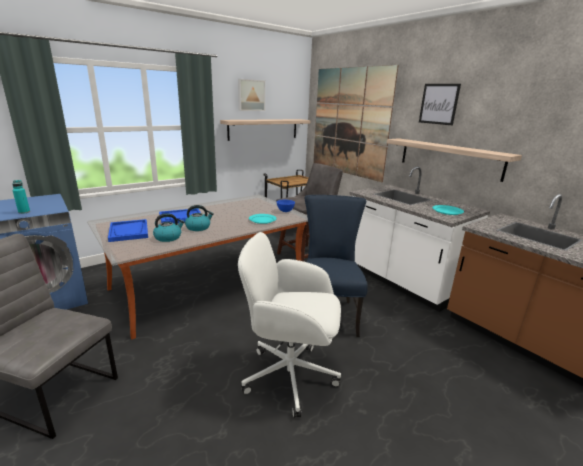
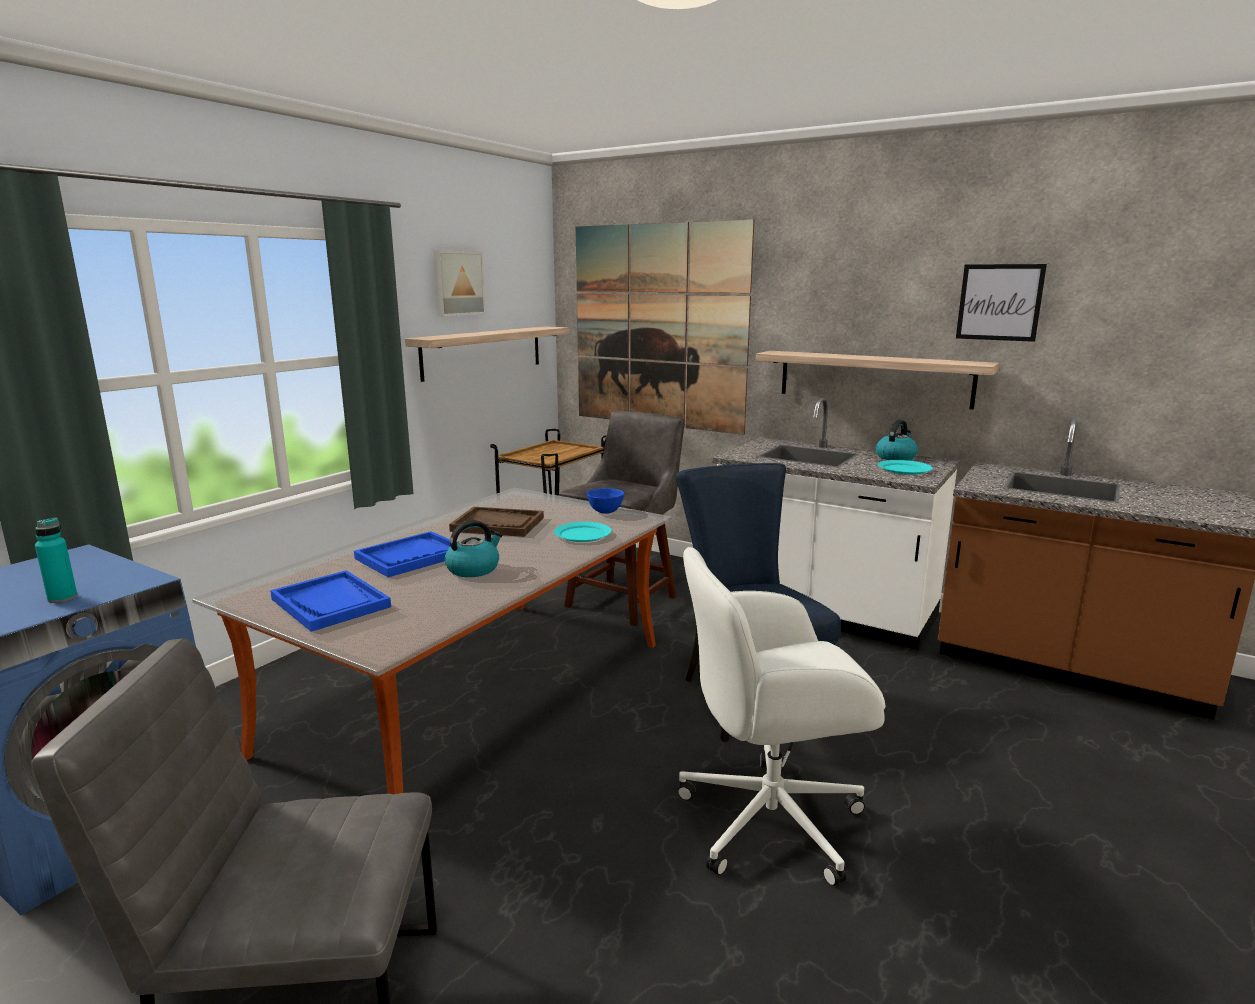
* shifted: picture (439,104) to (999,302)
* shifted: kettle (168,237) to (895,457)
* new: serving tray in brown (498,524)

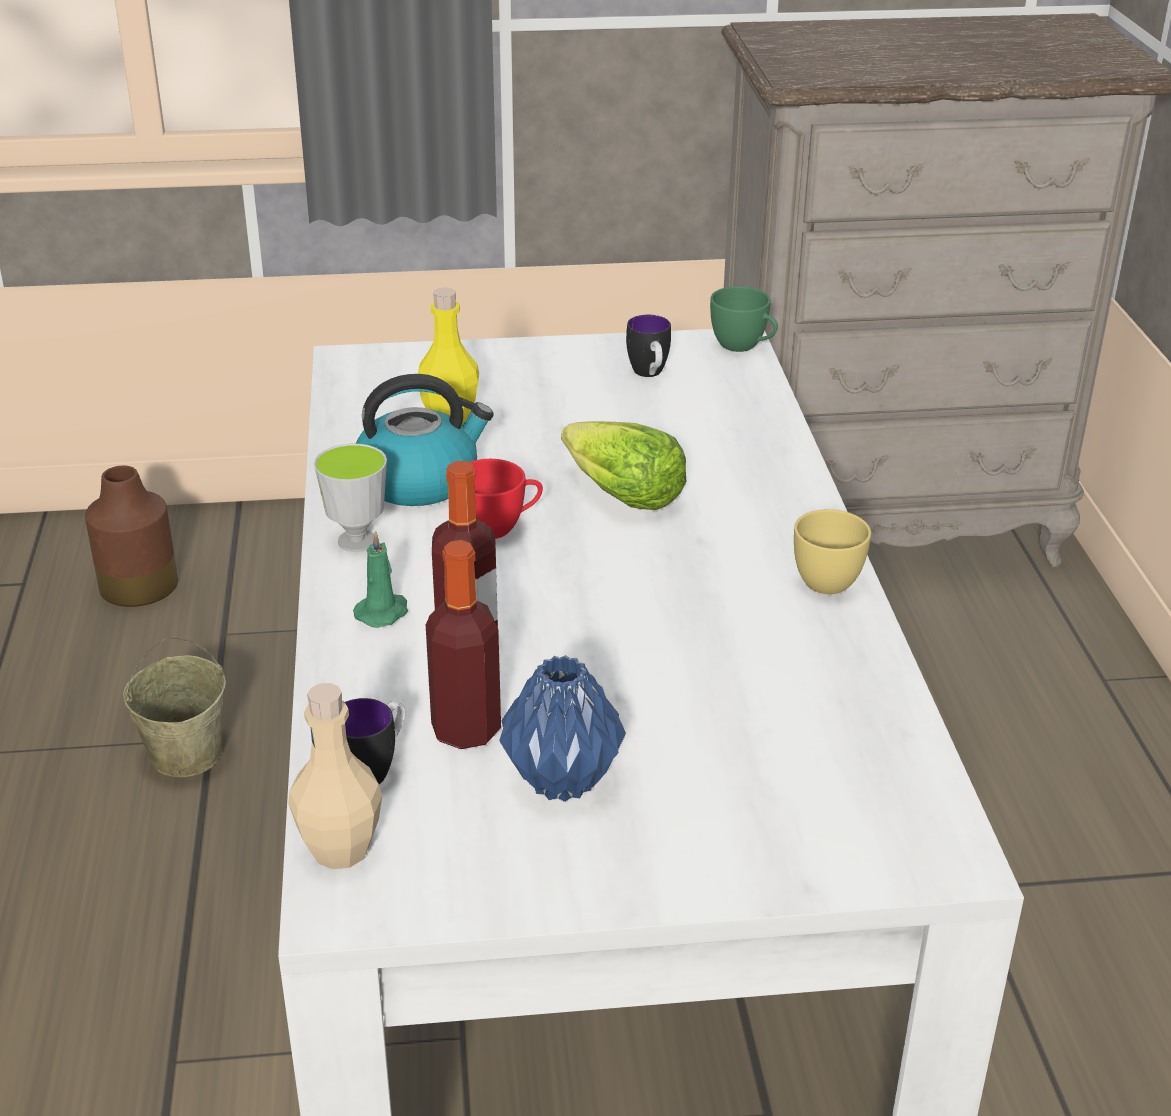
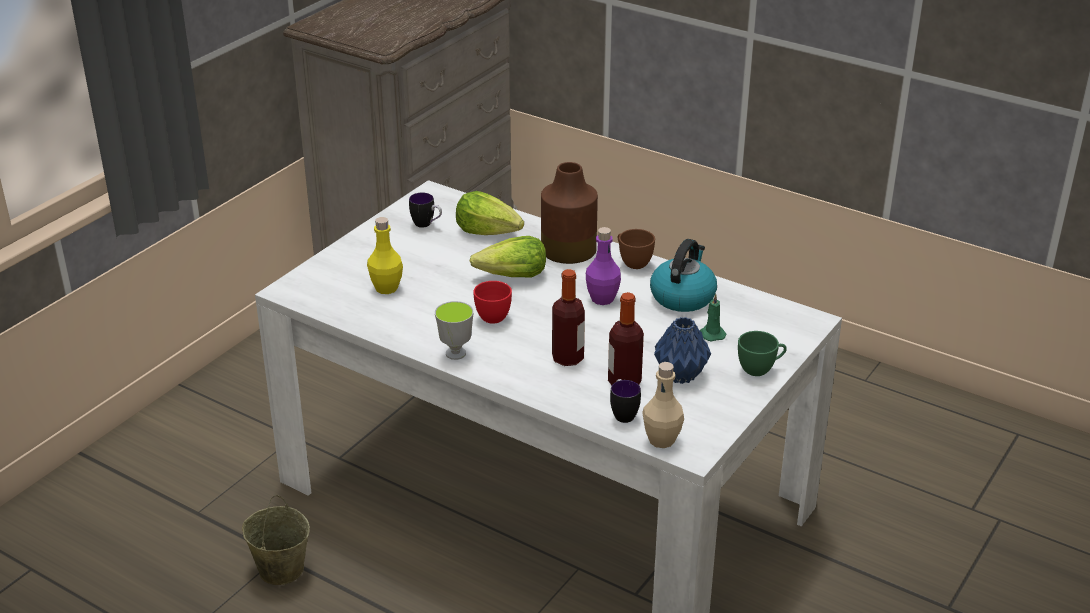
* shifted: small cup in green (743,347) to (760,369)
* shifted: kettle (419,480) to (682,296)
* shifted: vase in brown (138,583) to (567,248)
* repainted: small cup in yellow-coloured (827,577) to small cup in brown (632,262)
* shifted: wax light in green (383,612) to (712,334)
* new: lettuce head (488,231)
* new: drink bottle in purple-coloured (602,299)

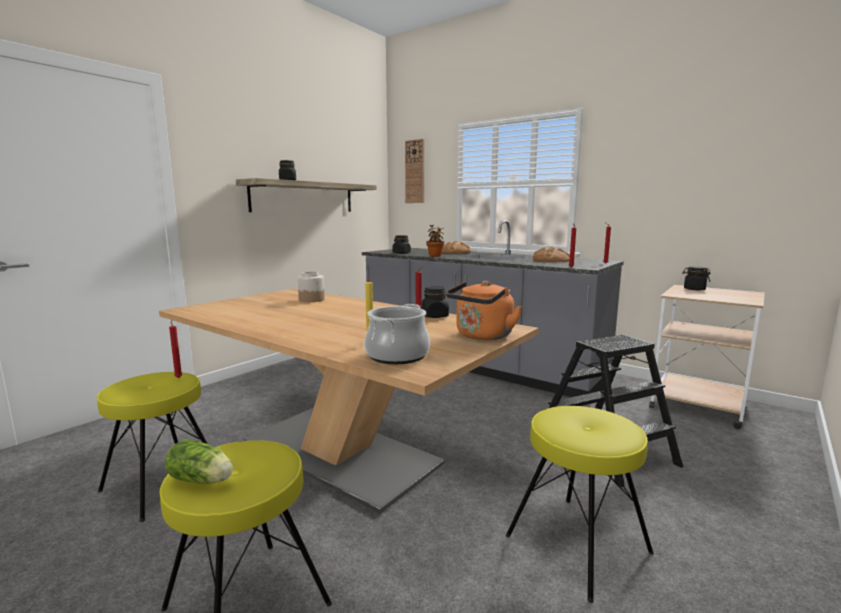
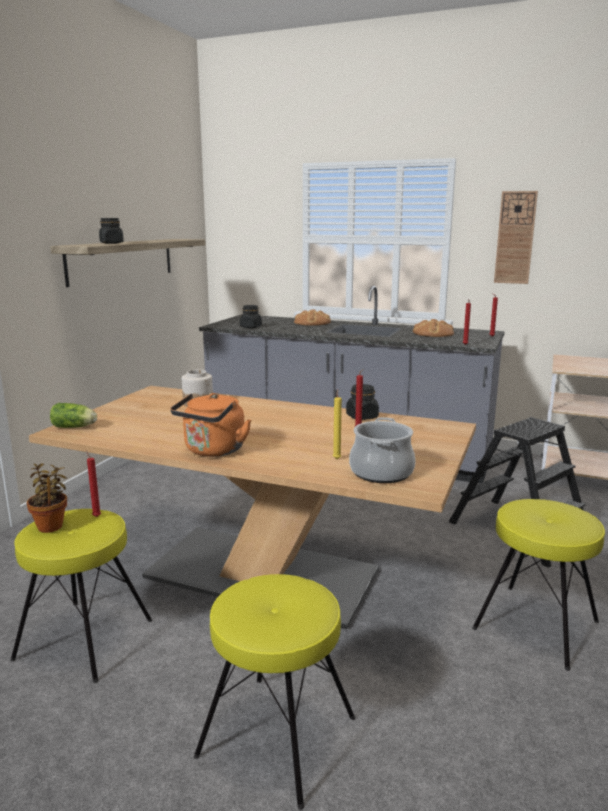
* shifted: wall clock (415,171) to (515,238)
* shifted: plant in a pot (435,256) to (51,525)
* gone: jar in black-coloured (694,289)
* shifted: kettle in orange-coloured (482,336) to (213,451)
* shifted: lettuce head (203,480) to (75,427)

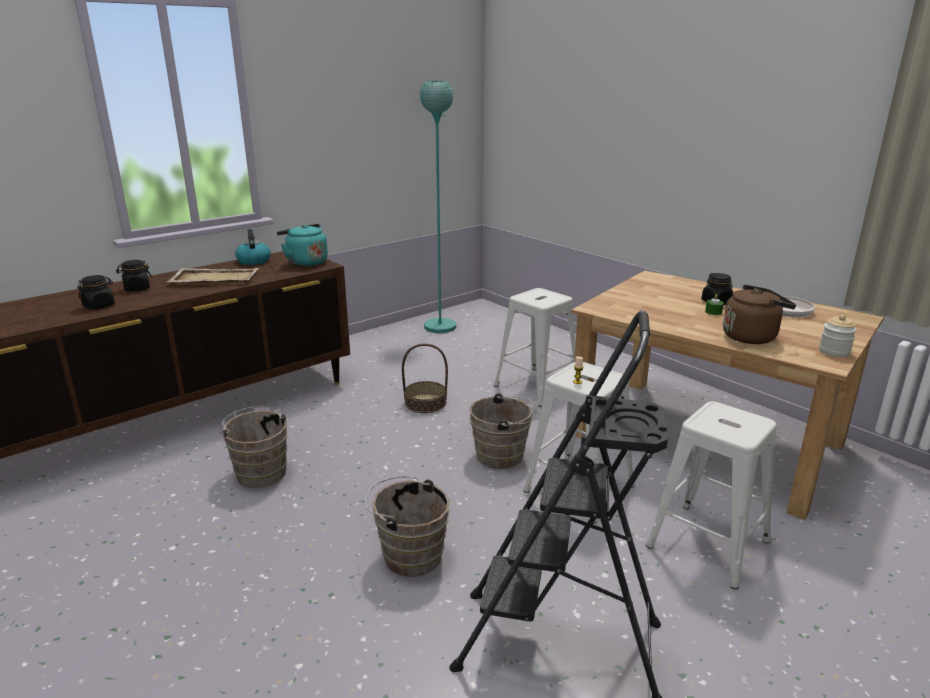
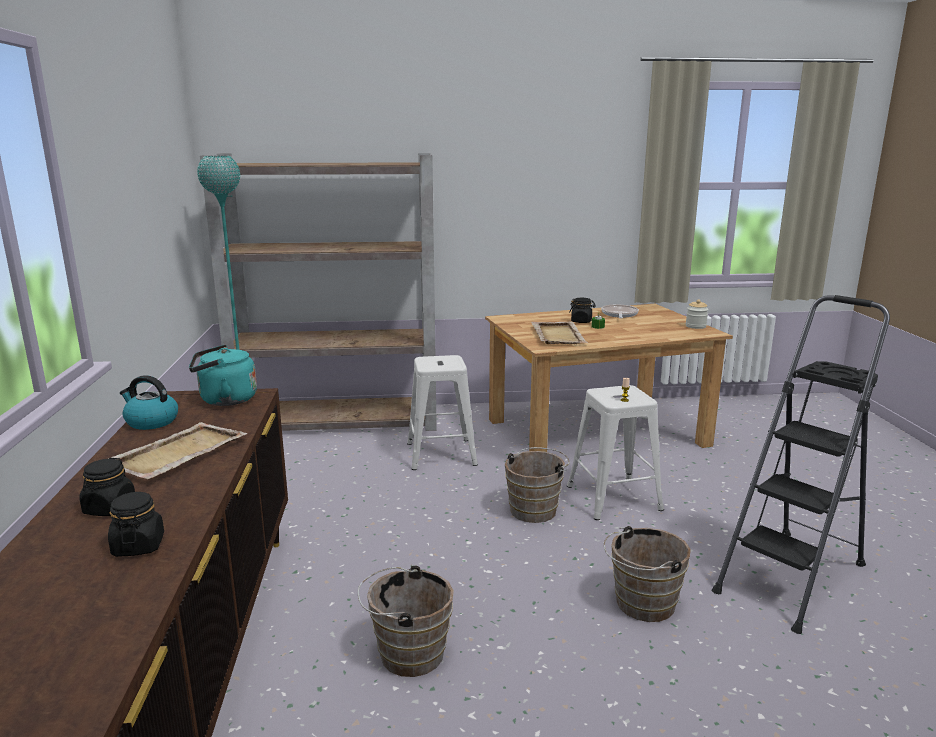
* gone: kettle in brown (752,337)
* gone: household basket (425,403)
* gone: sitting stool in white-coloured (708,544)
* new: bookshelf in brown (338,420)
* new: serving tray in sand-coloured (557,335)

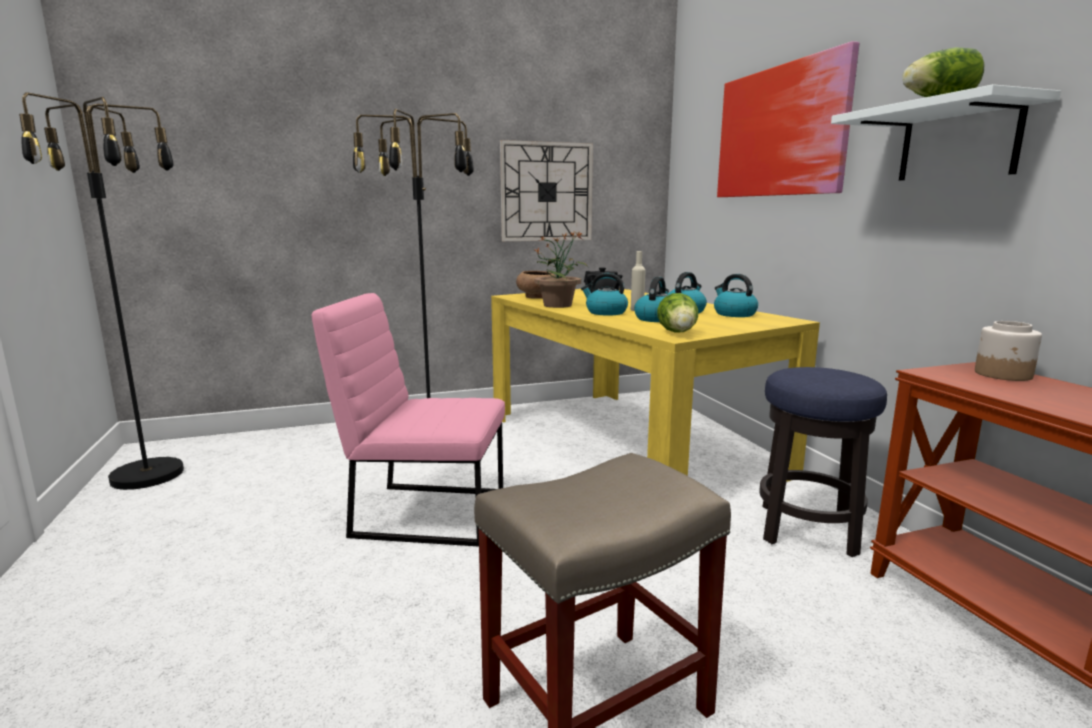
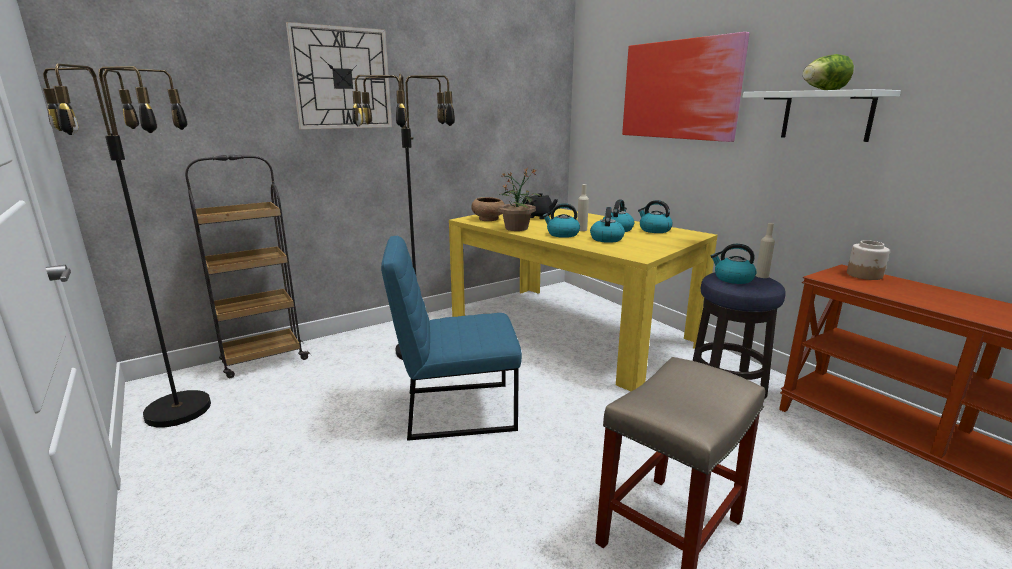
* shifted: wall clock (546,192) to (342,78)
* repainted: plain chair in pinkish (425,513) to plain chair in blue-coloured (456,410)
* gone: lettuce head (678,333)
* new: wheeled cart in brown (264,361)
* new: drink bottle in sand-coloured (761,276)
* new: kettle (732,279)

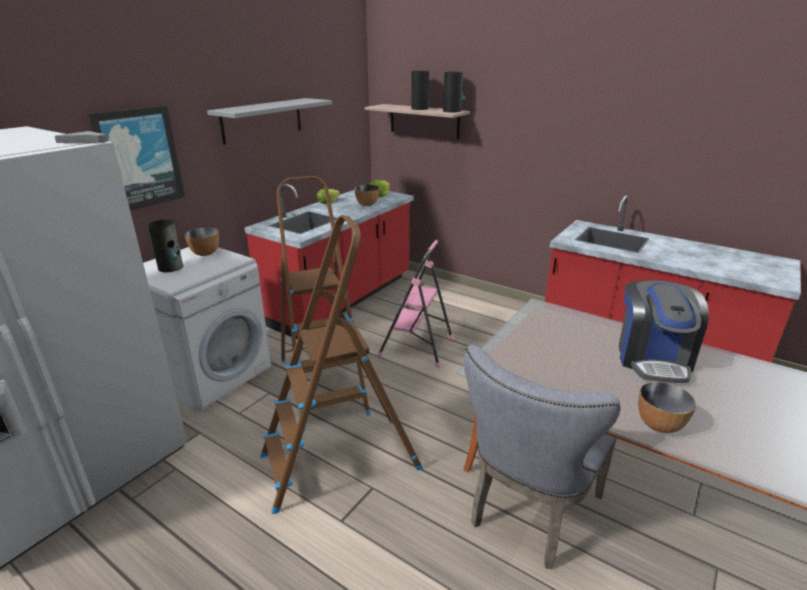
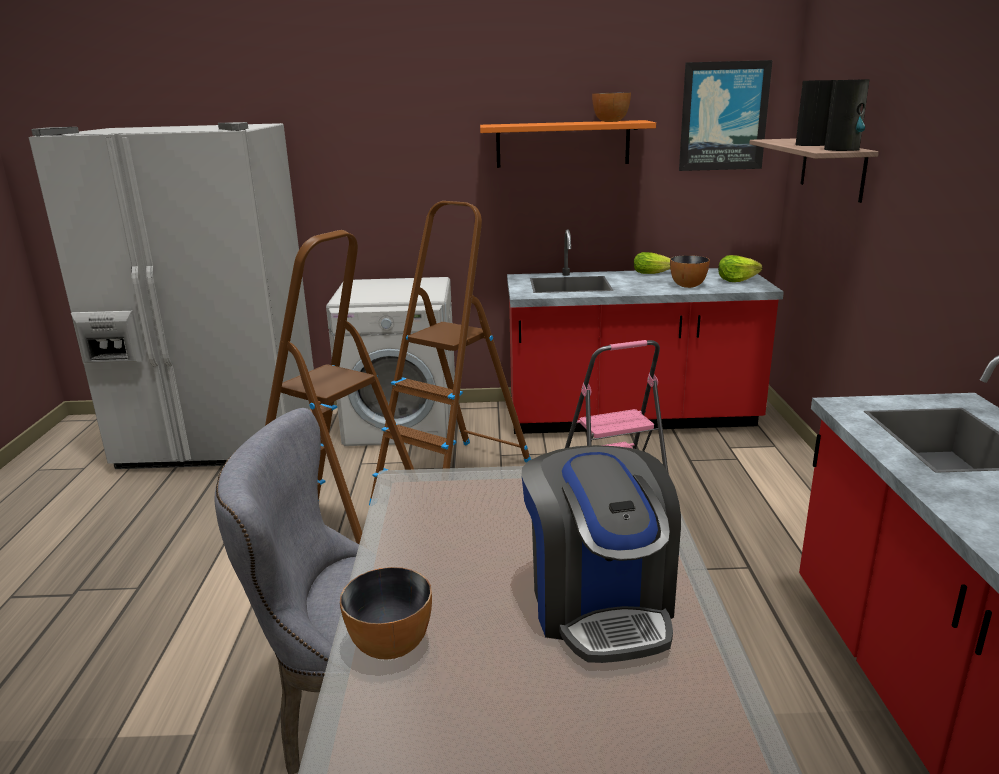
* repainted: shelf in greyish (262,120) to shelf in orange-coloured (562,144)
* shifted: picture (139,158) to (723,116)
* gone: vase (171,267)
* shifted: bowl (205,253) to (610,121)
* rotated: coffee maker (652,359) = (599,604) 75 degrees counterclockwise

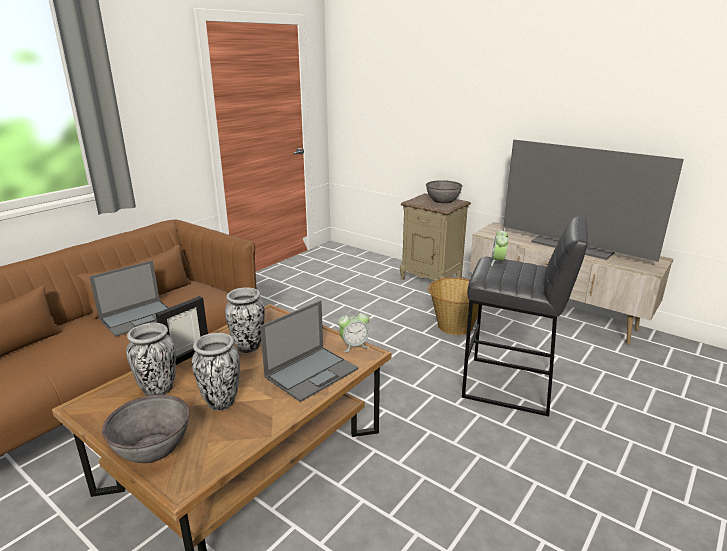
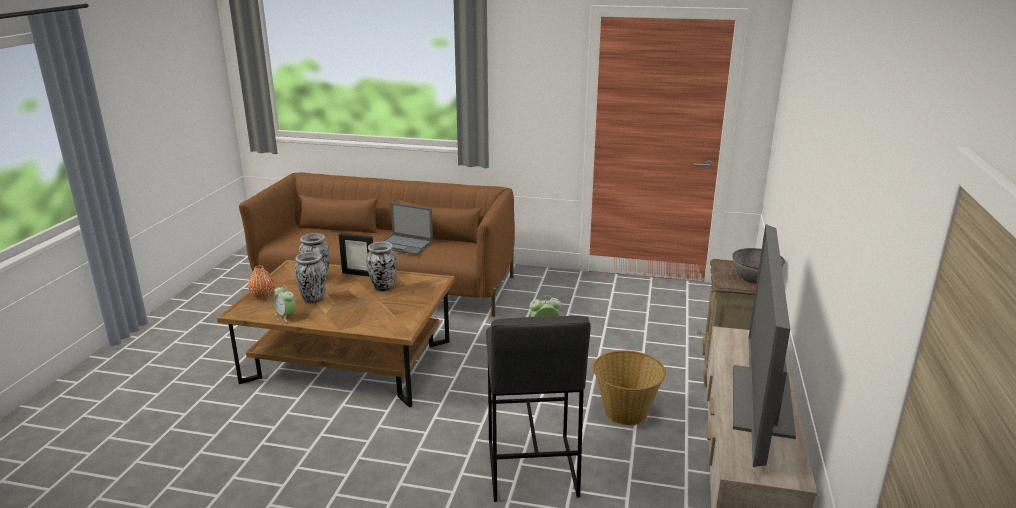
* gone: portable computer (312,372)
* shifted: alarm clock (354,346) to (286,315)
* swapped: bowl in greyish (152,448) to vase in orange-coloured (262,295)

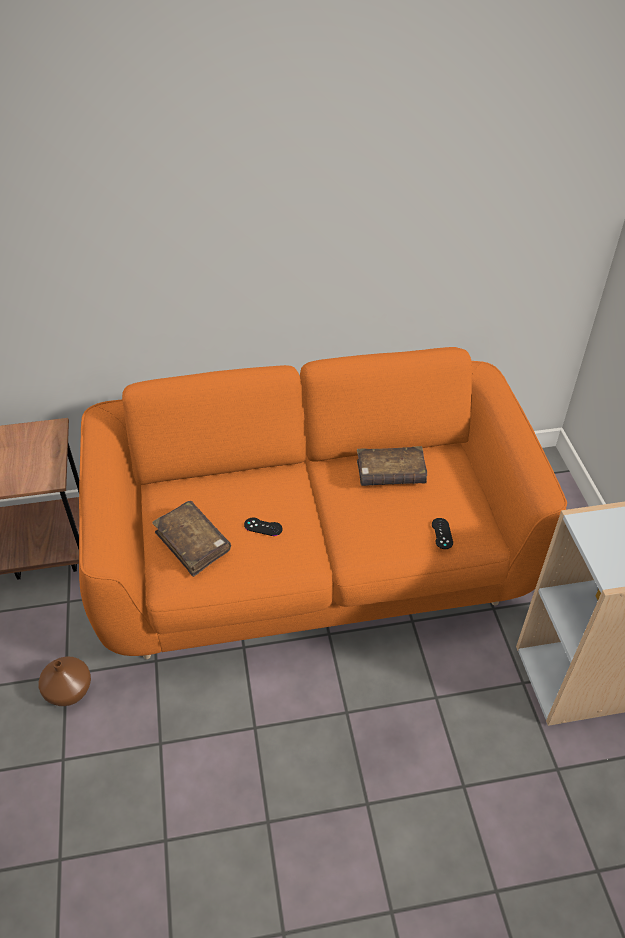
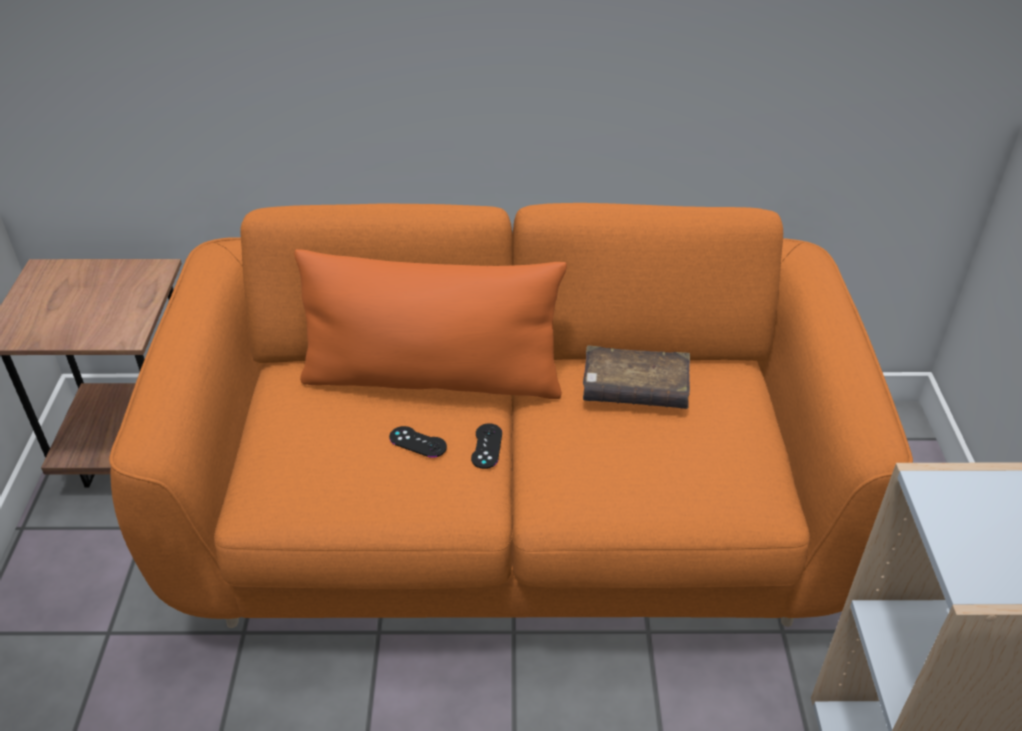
* gone: book in brown (193,543)
* shifted: joypad in black-coloured (442,533) to (486,446)
* gone: vase in brown (68,691)
* new: cushion in orange-coloured (432,379)

